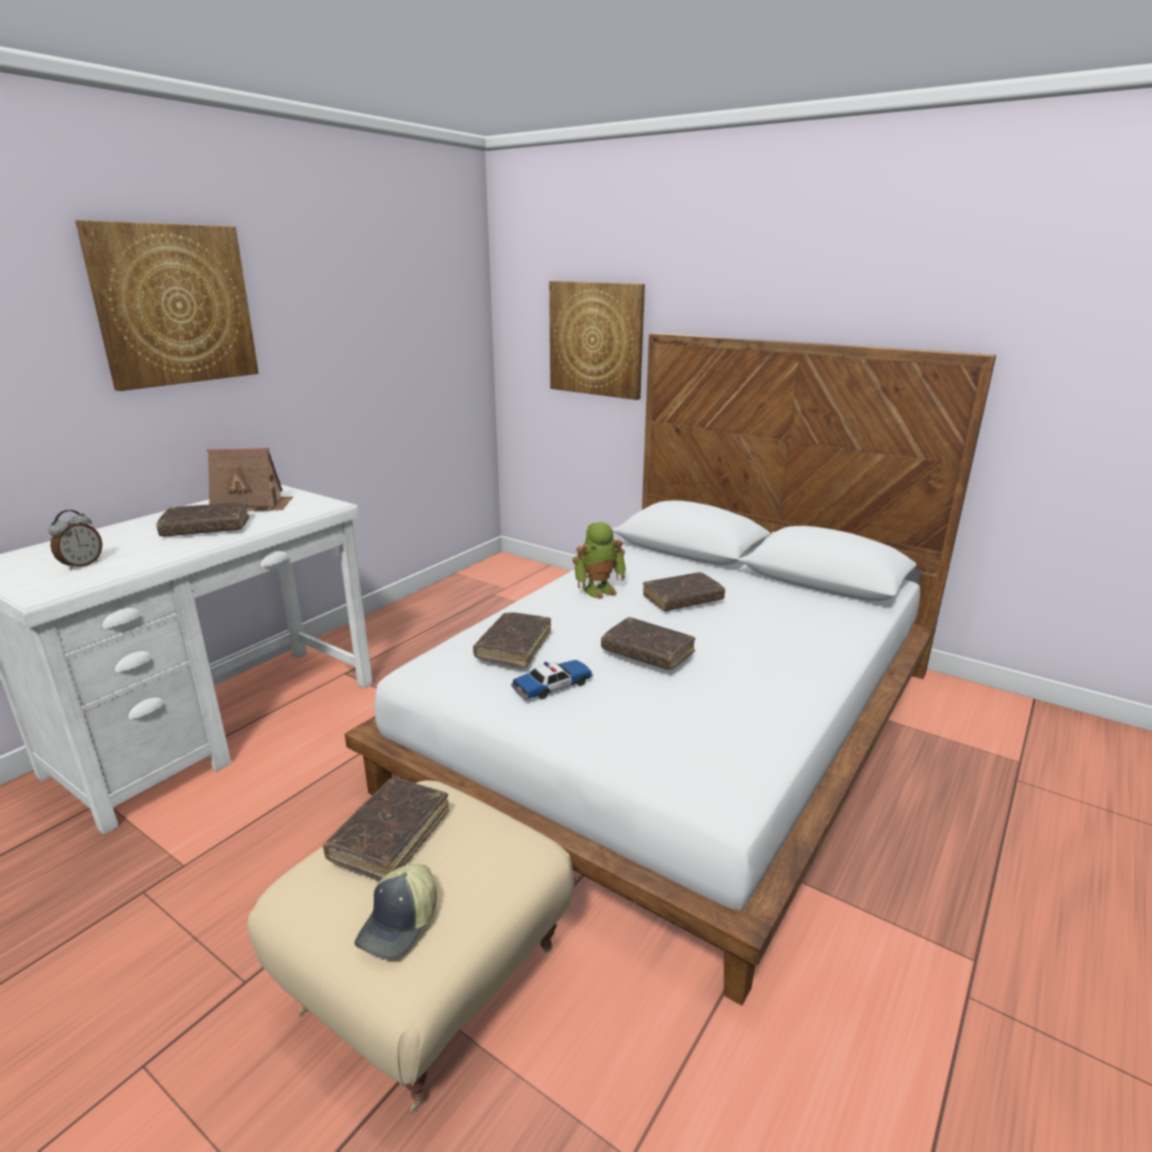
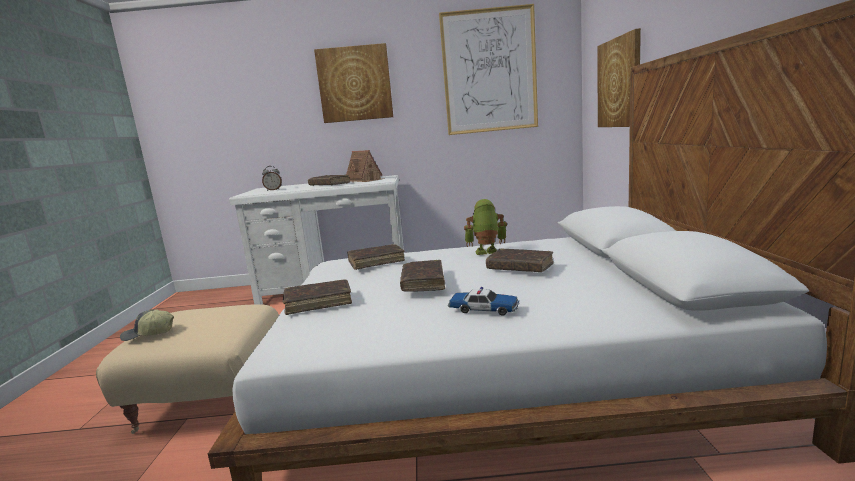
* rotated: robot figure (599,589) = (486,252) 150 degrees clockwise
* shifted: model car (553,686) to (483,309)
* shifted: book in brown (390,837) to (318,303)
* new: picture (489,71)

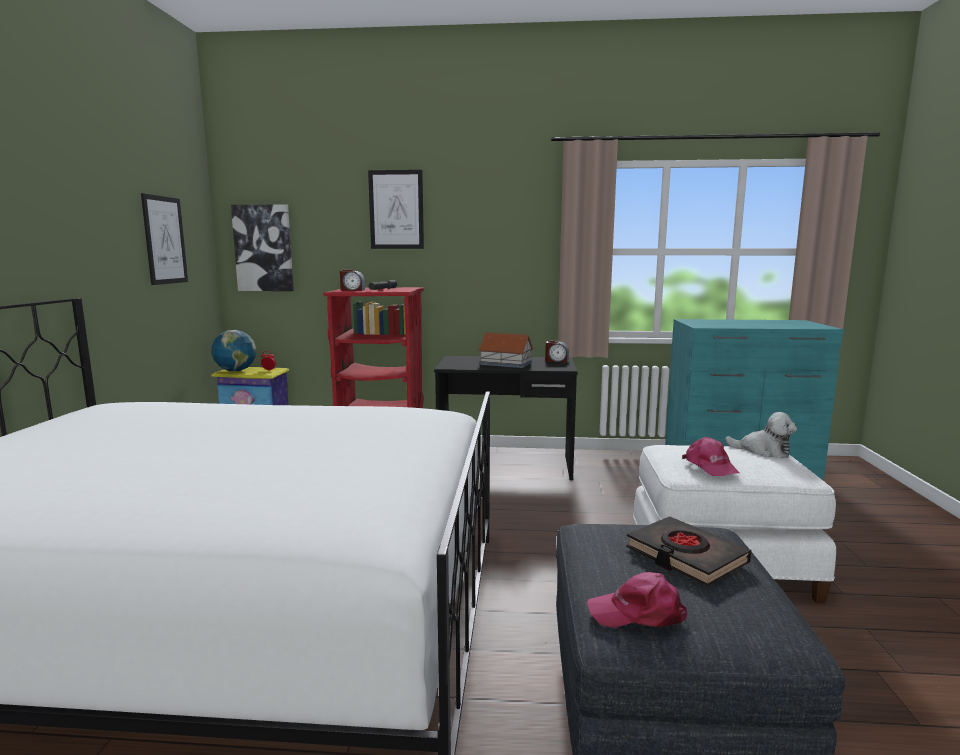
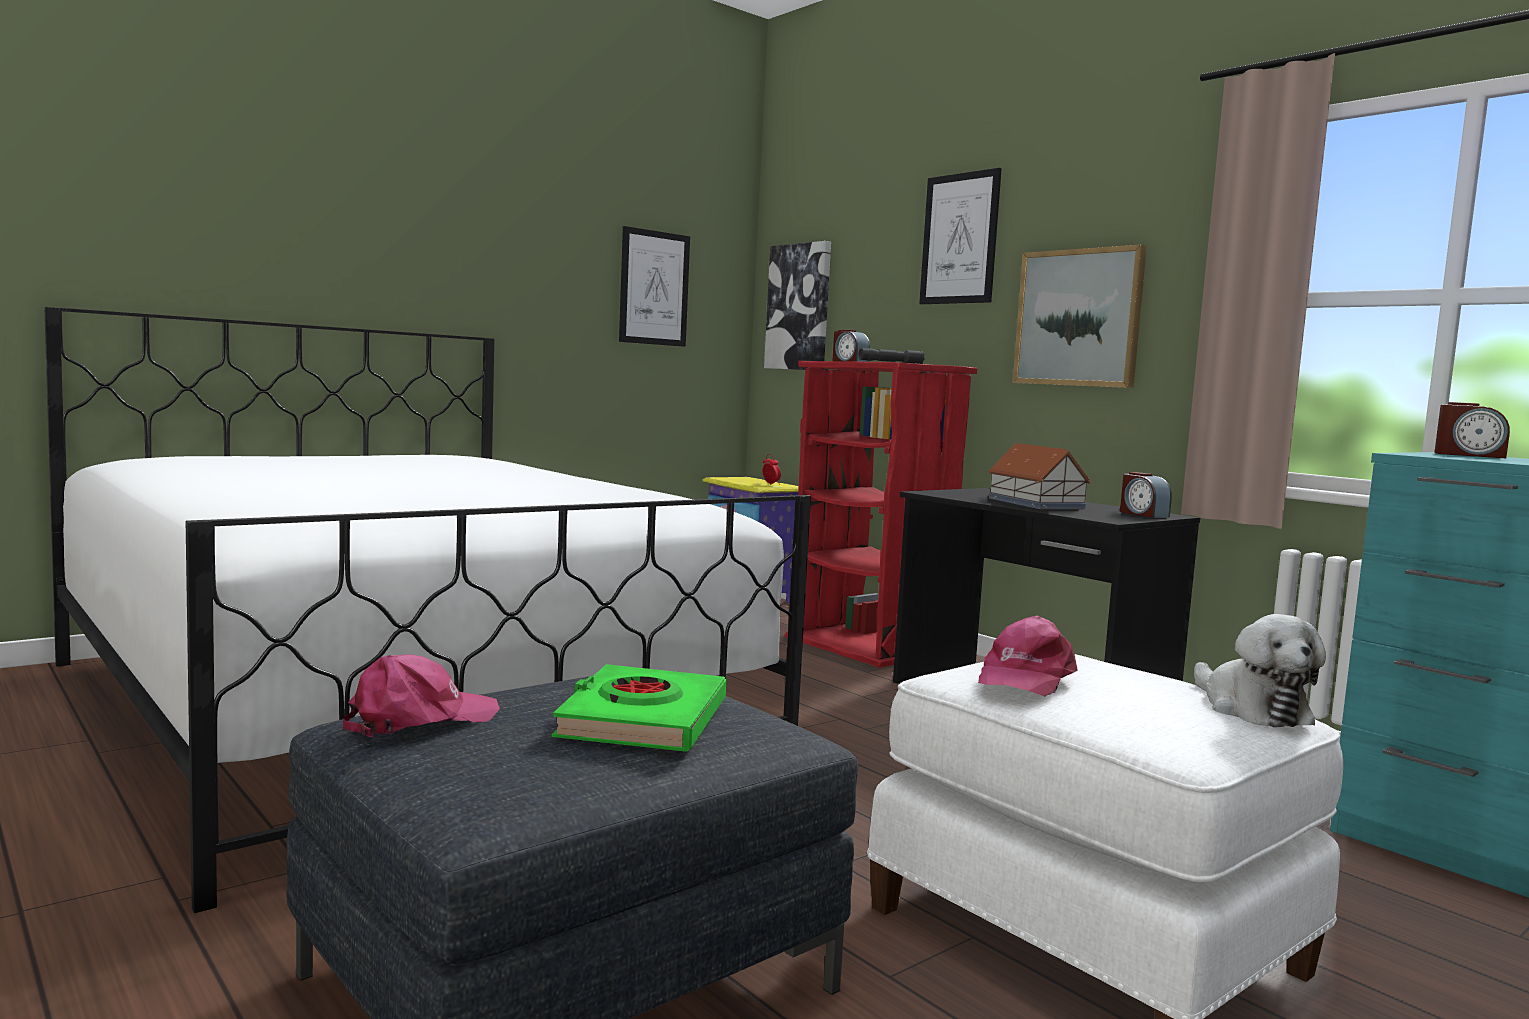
* gone: world globe (235,371)
* repainted: book in black-coloured (685,556) to book in green (642,721)
* rotated: peaked cap in pinkish (638,613) = (419,719) 90 degrees clockwise
* new: picture (1079,318)
* new: alarm clock (1469,455)

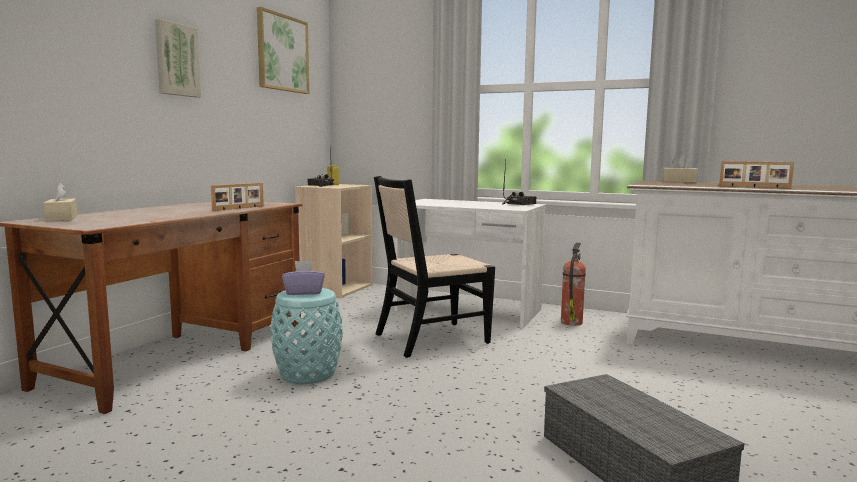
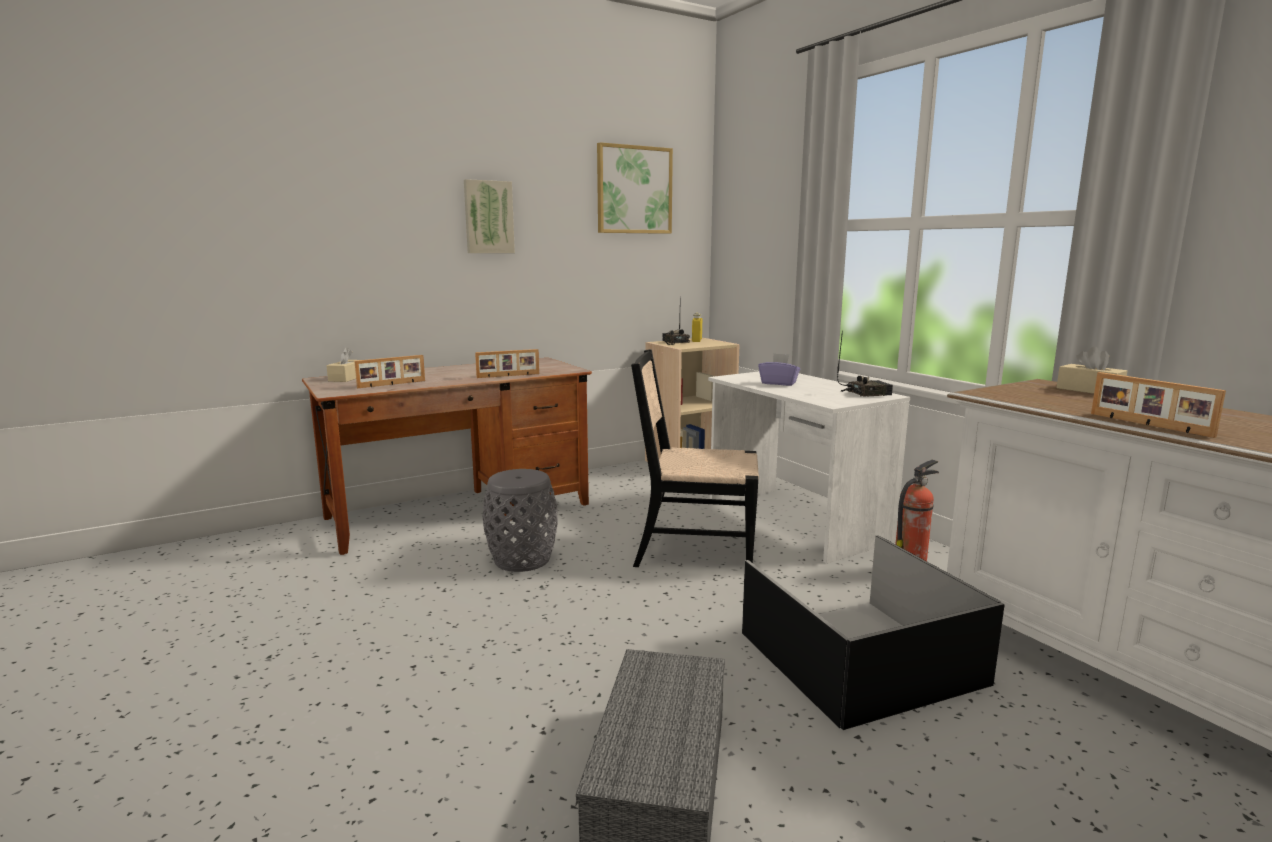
* shifted: tissue box in purple-coloured (304,292) to (778,383)
* repainted: sitting stool in turquoise-coloured (308,374) to sitting stool in greyish (522,560)
* new: picture frame (392,384)
* new: storage bin in black-coloured (861,657)

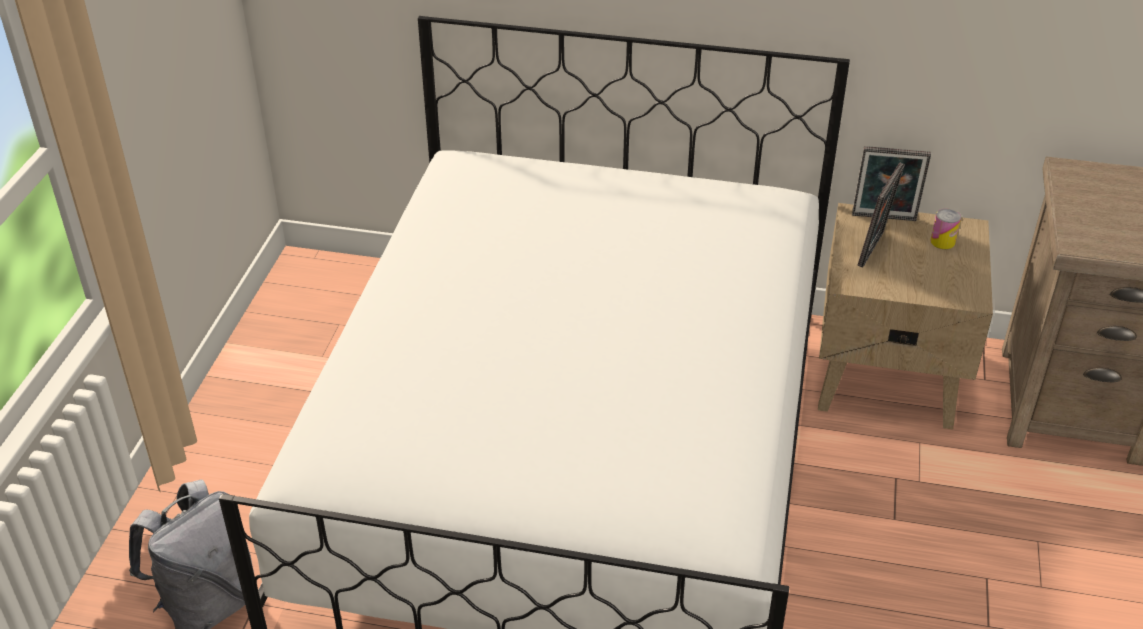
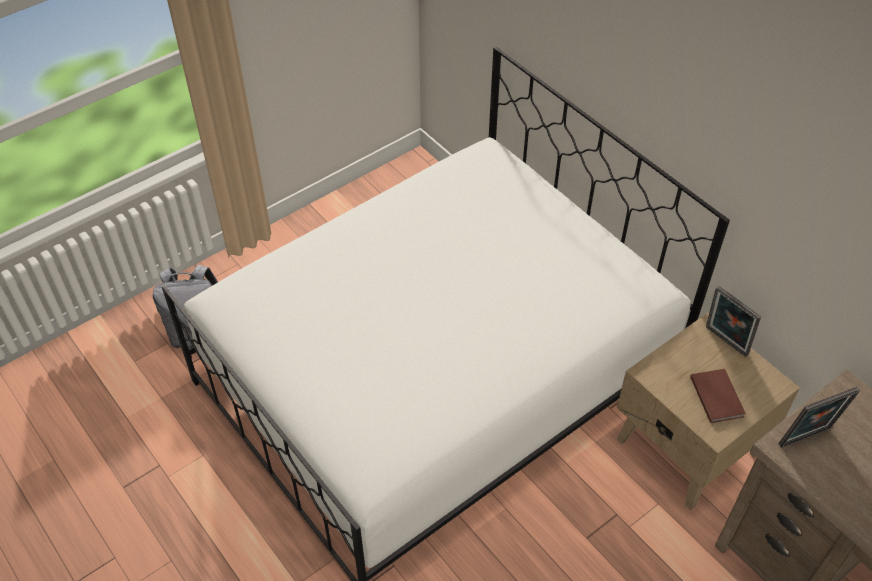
* shifted: picture frame (874,250) to (806,439)
* gone: sealed can (942,242)
* new: book in brown (717,396)

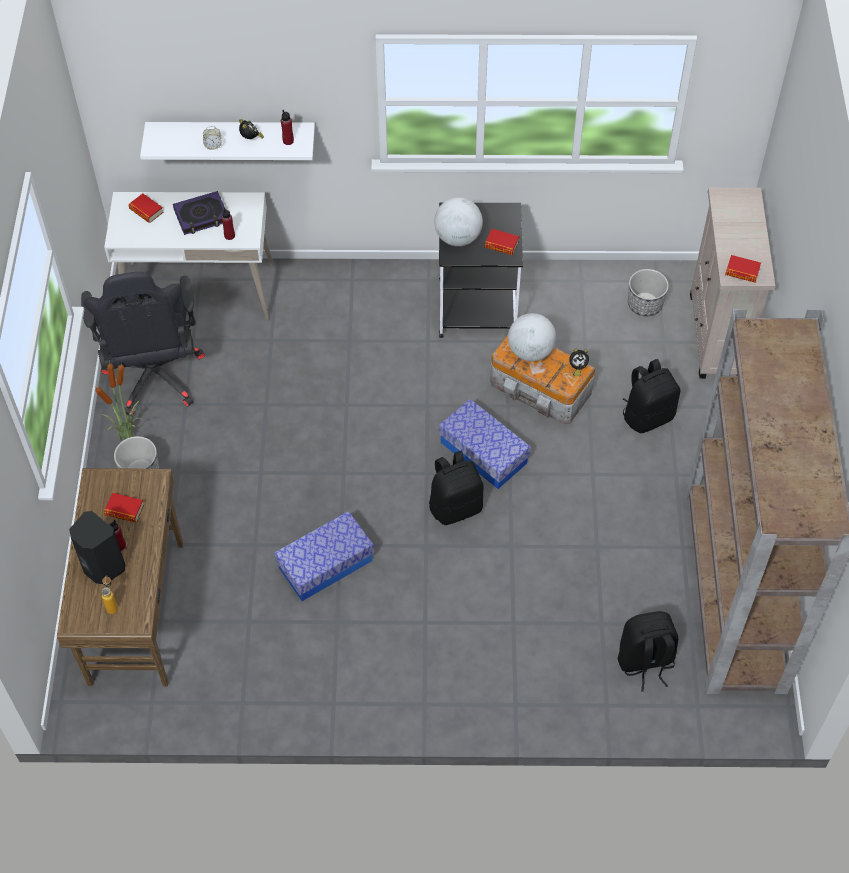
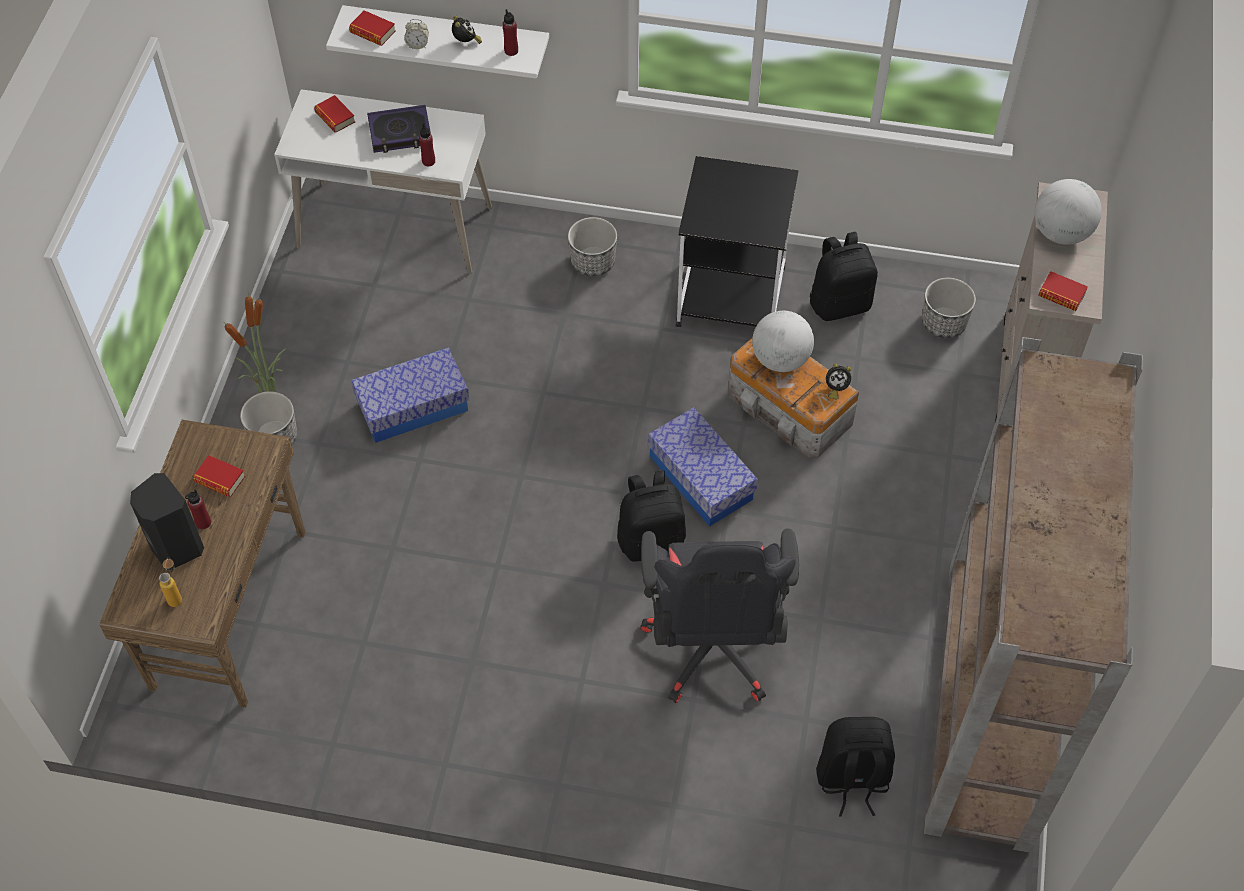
* shifted: world globe (458,238) to (1060,233)
* shifted: book (501,244) to (372,32)
* shifted: computer chair in black-coloured (154,375) to (713,644)
* shifted: rucksack in black-coloured (647,415) to (840,303)
* shifted: storage bin (325,564) to (413,407)
* new: planter (593,262)

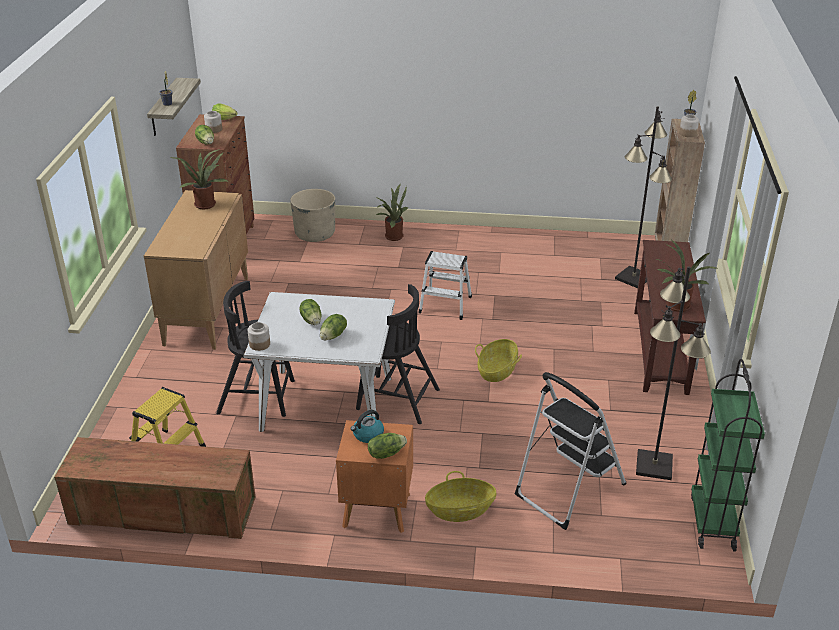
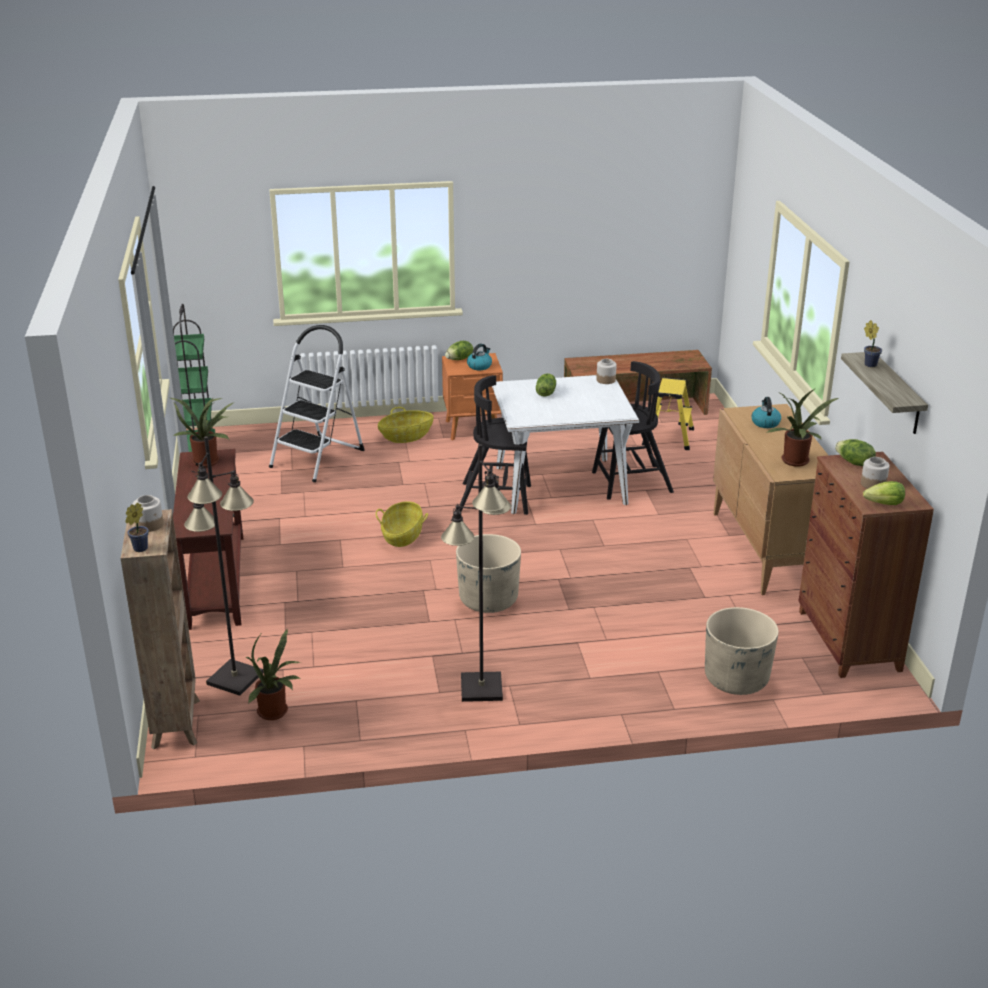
* shifted: plant in a pot (392,236) to (275,713)
* swapped: step stool in white-coloured (445,304) to planter in sand-coloured (488,599)
* shifted: standing lamp in black-coloured (654,465) to (480,688)
* gone: lettuce head (312,320)
* new: kettle (765,423)

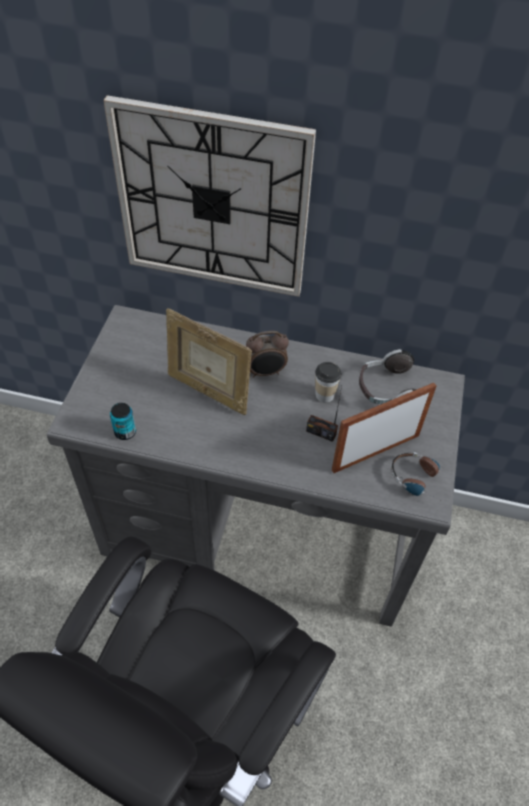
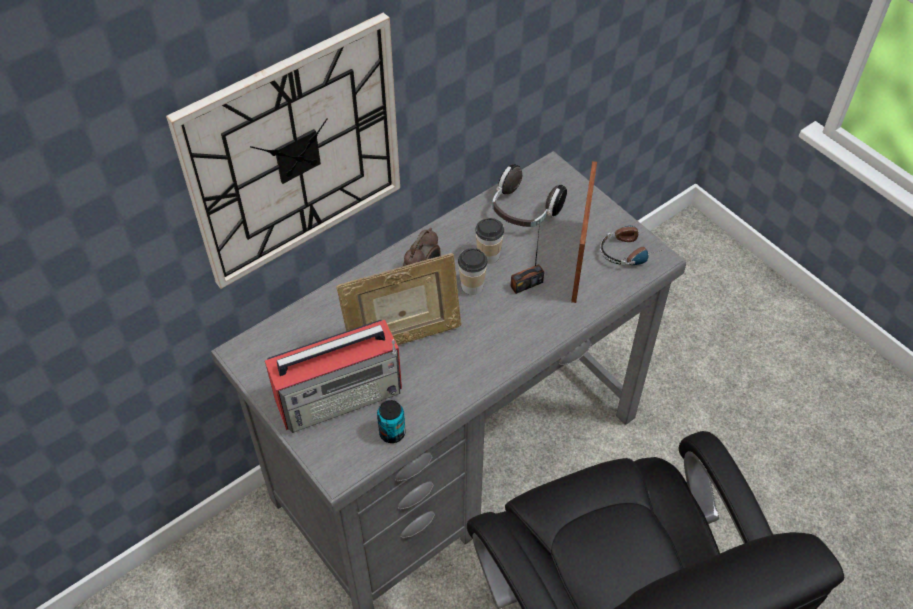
* new: small cup (472,286)
* new: radio receiver (341,395)

